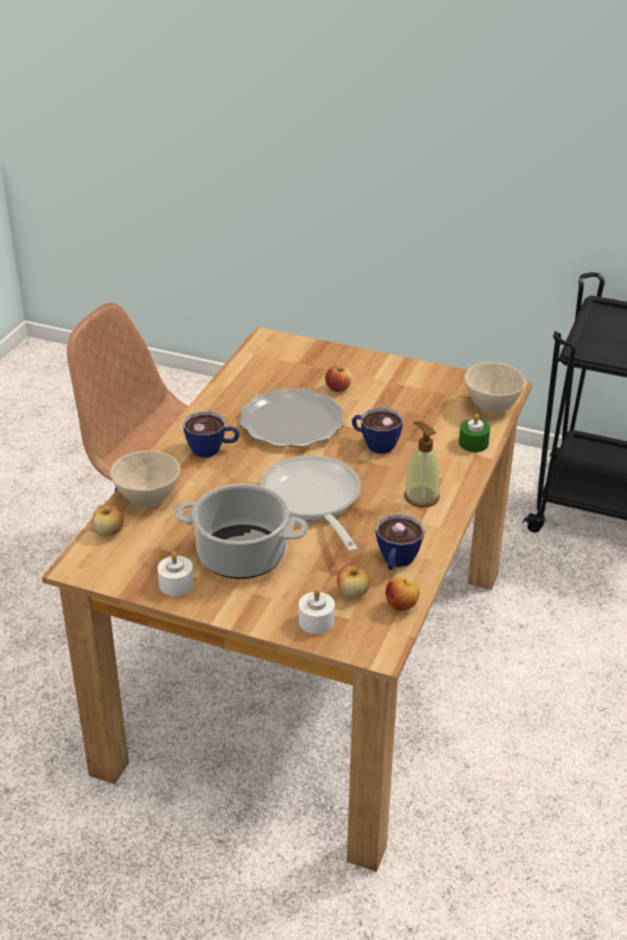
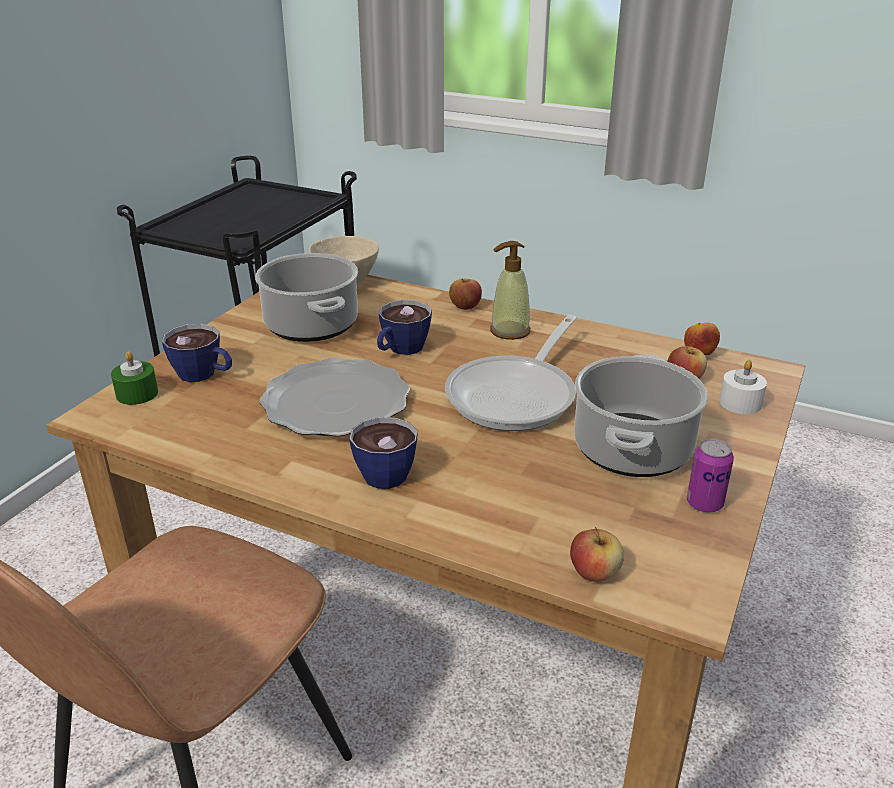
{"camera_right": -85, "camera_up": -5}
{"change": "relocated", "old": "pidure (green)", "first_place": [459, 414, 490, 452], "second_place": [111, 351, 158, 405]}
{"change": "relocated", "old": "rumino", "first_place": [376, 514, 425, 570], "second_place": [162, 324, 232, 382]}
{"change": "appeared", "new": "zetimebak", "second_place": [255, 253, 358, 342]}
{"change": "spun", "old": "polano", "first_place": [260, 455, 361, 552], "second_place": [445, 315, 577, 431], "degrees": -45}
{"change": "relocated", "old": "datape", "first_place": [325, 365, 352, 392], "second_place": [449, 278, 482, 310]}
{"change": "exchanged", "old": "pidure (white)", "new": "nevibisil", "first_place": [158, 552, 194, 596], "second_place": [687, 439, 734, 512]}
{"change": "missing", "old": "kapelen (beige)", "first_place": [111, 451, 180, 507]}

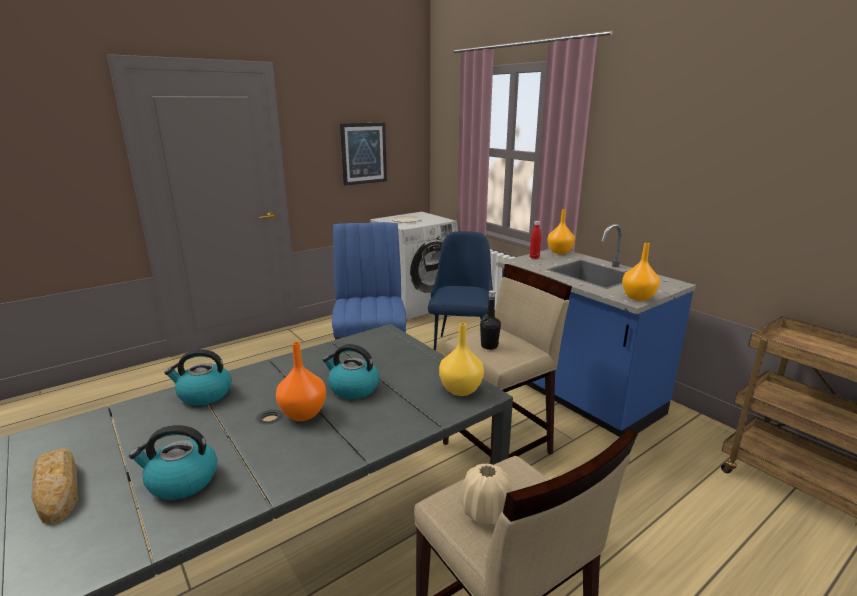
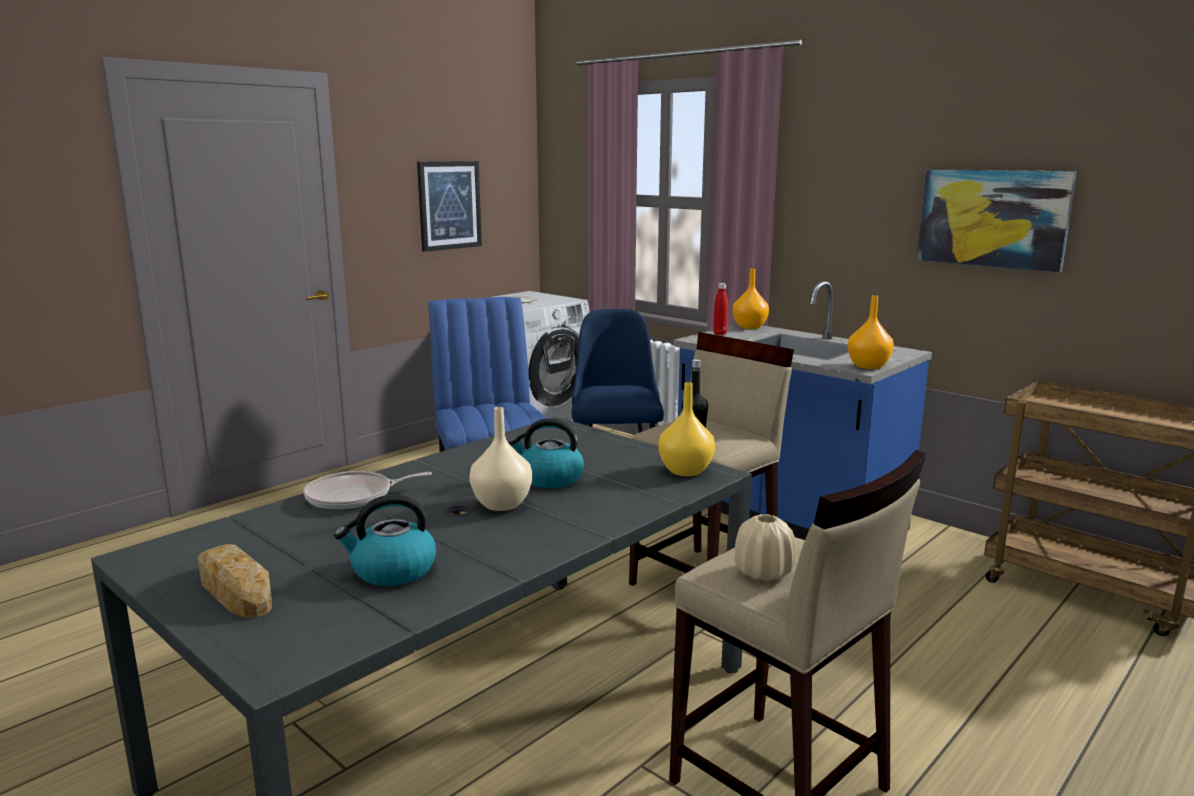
{"camera_right": -10, "camera_up": -5}
{"change": "exchanged", "old": "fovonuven", "new": "polano", "first_place": [164, 349, 231, 405], "second_place": [304, 471, 432, 510]}
{"change": "colour", "old": "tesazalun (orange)", "new": "tesazalun (beige)", "first_place": [276, 342, 326, 421], "second_place": [469, 407, 532, 511]}
{"change": "appeared", "new": "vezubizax", "second_place": [917, 169, 1077, 273]}

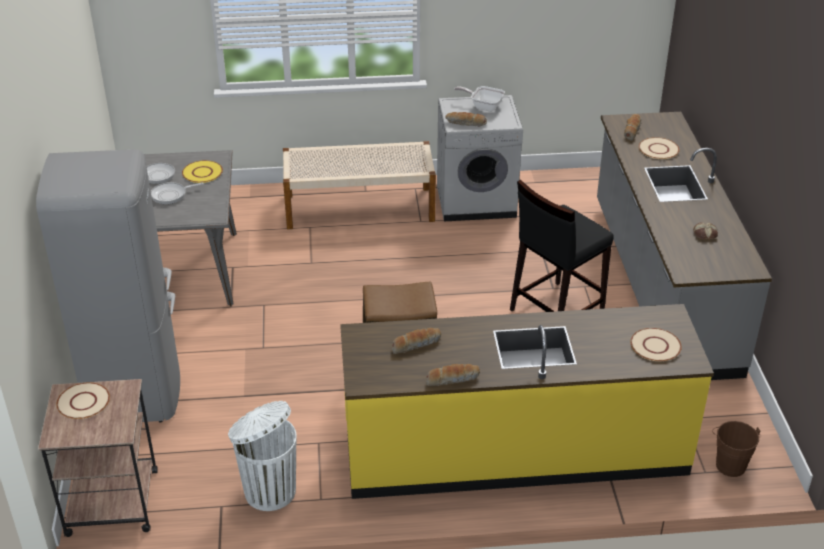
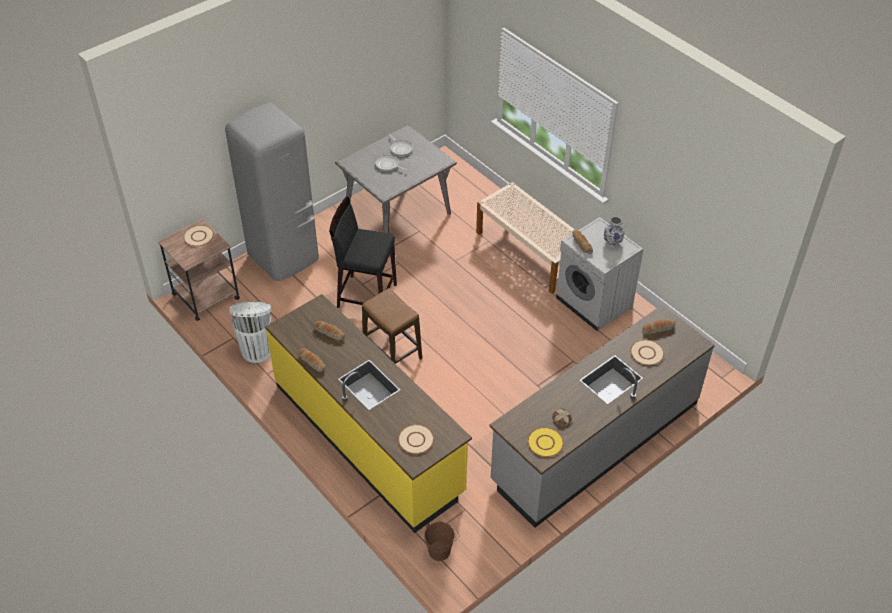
{"camera_right": 55, "camera_up": 10}
{"change": "relocated", "old": "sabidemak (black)", "first_place": [510, 180, 614, 312], "second_place": [329, 197, 397, 308]}
{"change": "relocated", "old": "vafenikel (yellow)", "first_place": [182, 160, 223, 183], "second_place": [527, 427, 564, 457]}
{"change": "exchanged", "old": "polano", "new": "tesazalun", "first_place": [454, 86, 505, 112], "second_place": [604, 217, 624, 247]}

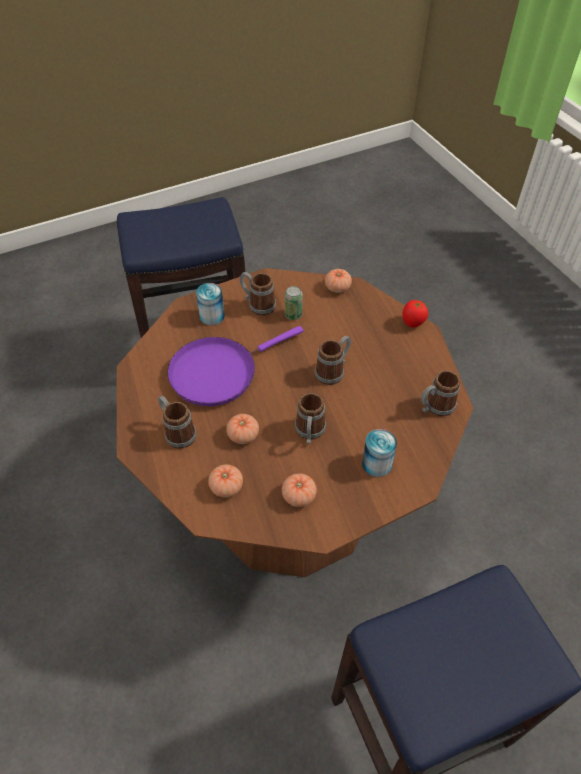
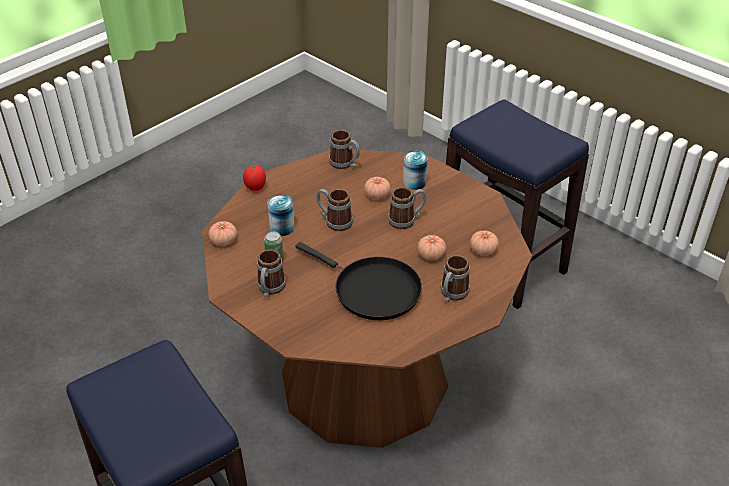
{"camera_right": -110, "camera_up": -10}
{"change": "relocated", "old": "nevibisil", "first_place": [196, 283, 225, 325], "second_place": [267, 194, 295, 236]}
{"change": "colour", "old": "polano (purple)", "new": "polano (black)", "first_place": [167, 326, 304, 406], "second_place": [295, 242, 422, 320]}
{"change": "relocated", "old": "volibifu", "first_place": [282, 473, 317, 507], "second_place": [364, 177, 391, 200]}

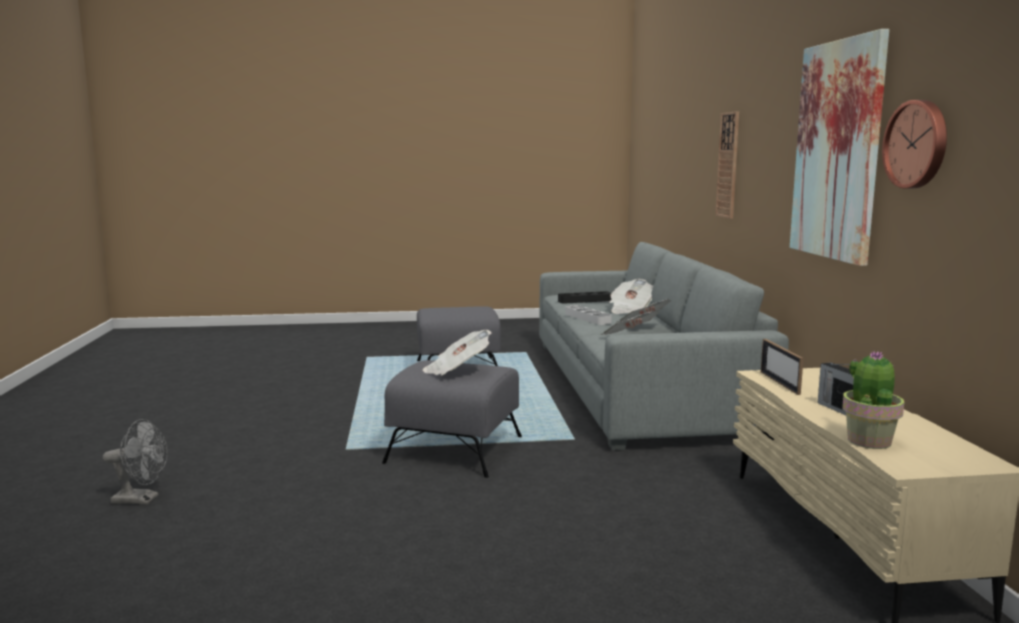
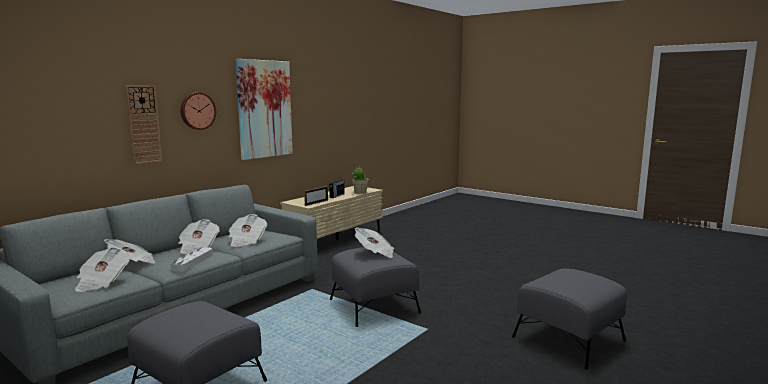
{"camera_right": -135, "camera_up": 0}
{"change": "exchanged", "old": "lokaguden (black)", "new": "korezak", "first_place": [558, 291, 611, 304], "second_place": [75, 247, 130, 292]}
{"change": "relocated", "old": "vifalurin", "first_place": [882, 100, 947, 188], "second_place": [180, 92, 216, 130]}
{"change": "exchanged", "old": "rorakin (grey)", "new": "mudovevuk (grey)", "first_place": [103, 419, 168, 504], "second_place": [512, 268, 627, 370]}

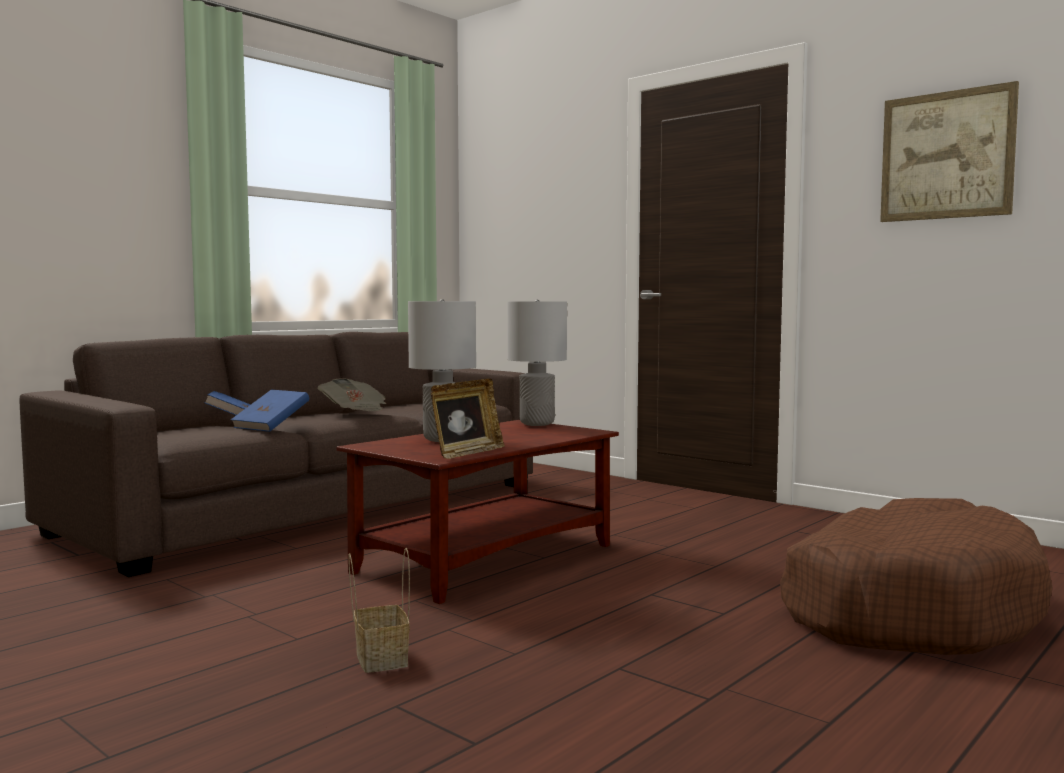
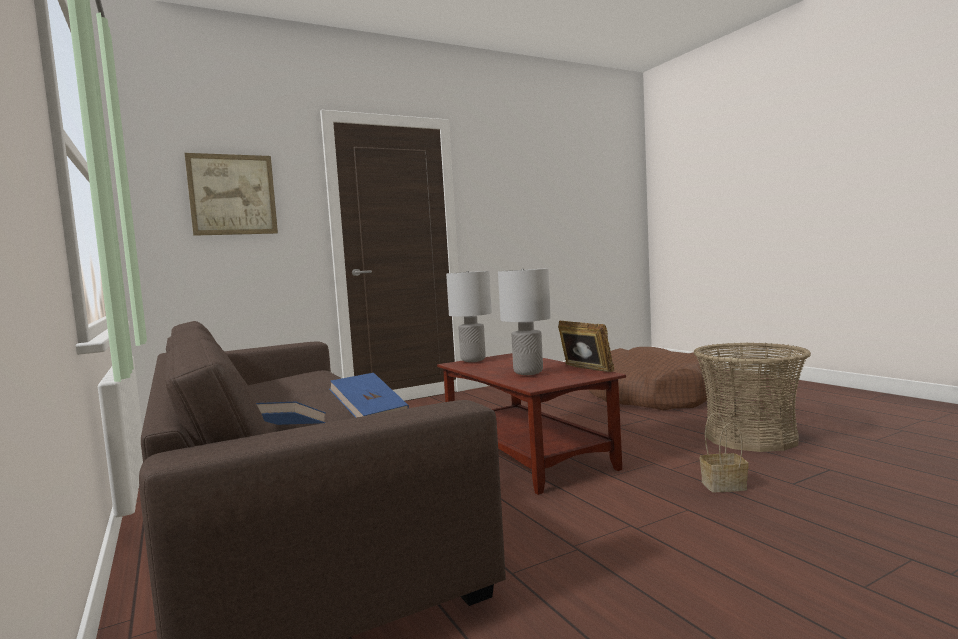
{"camera_right": -70, "camera_up": 0}
{"change": "relocated", "old": "vezubizax", "first_place": [880, 81, 1019, 222], "second_place": [185, 153, 278, 236]}
{"change": "appeared", "new": "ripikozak", "second_place": [694, 342, 811, 452]}
{"change": "missing", "old": "korezak", "first_place": [318, 378, 386, 411]}

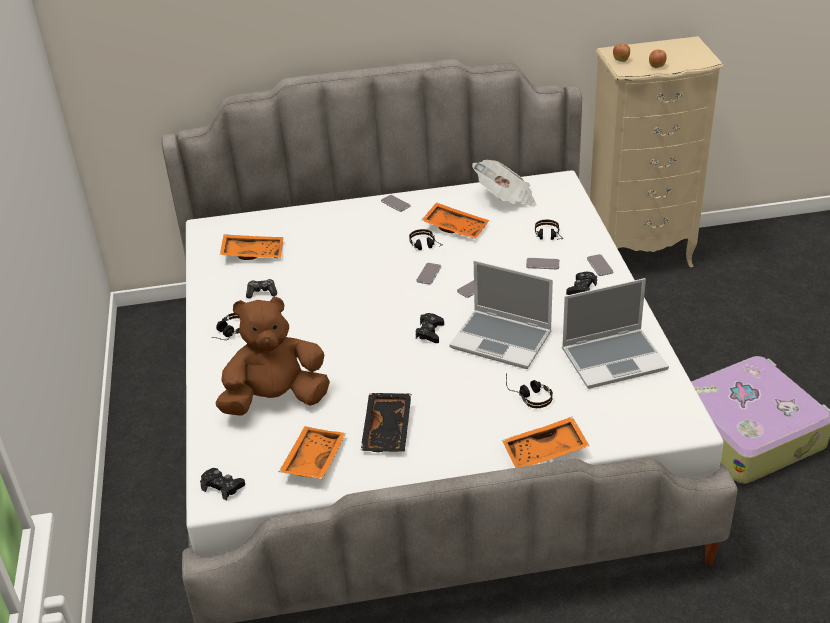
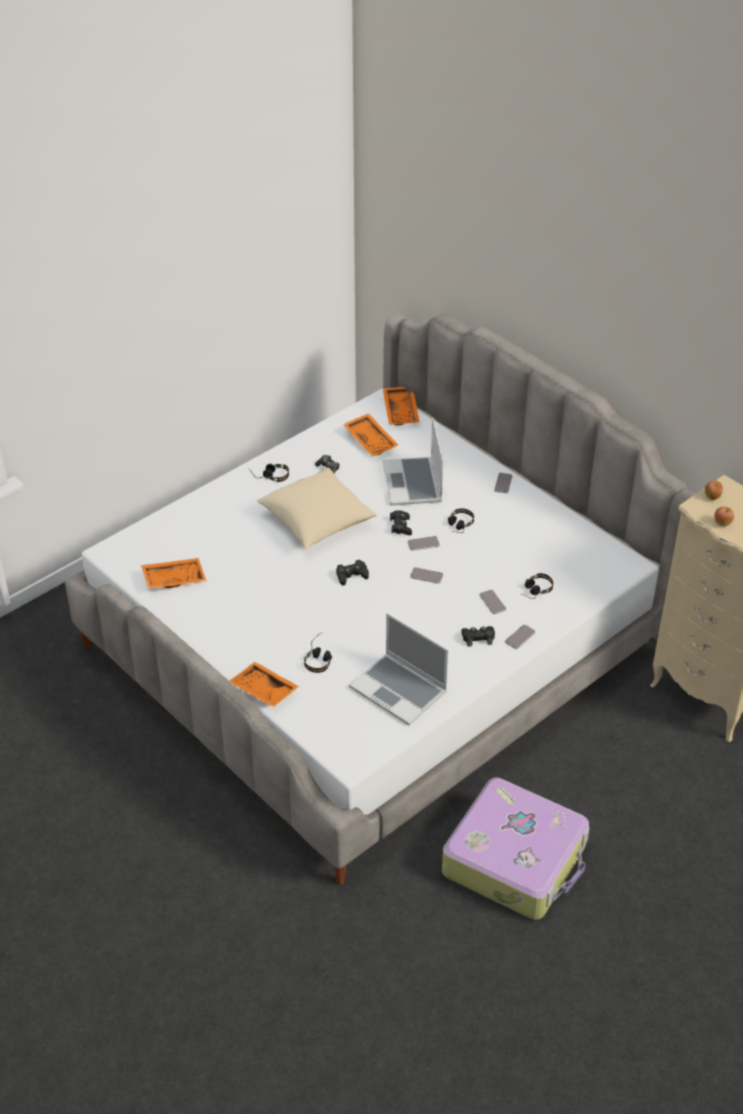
{"camera_right": 55, "camera_up": 5}
{"change": "appeared", "new": "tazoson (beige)", "second_place": [257, 467, 377, 549]}
{"change": "relocated", "old": "lokaguden (orange)", "first_place": [422, 202, 489, 239], "second_place": [383, 387, 420, 425]}
{"change": "relocated", "old": "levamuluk", "first_place": [449, 260, 553, 369], "second_place": [383, 418, 444, 506]}
{"change": "relocated", "old": "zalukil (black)", "first_place": [200, 468, 245, 500], "second_place": [390, 510, 412, 535]}
{"change": "missing", "old": "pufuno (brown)", "first_place": [215, 297, 330, 416]}
{"change": "missing", "old": "lokaguden (black)", "first_place": [360, 393, 411, 452]}
{"change": "missing", "old": "korezak", "first_place": [472, 160, 536, 206]}

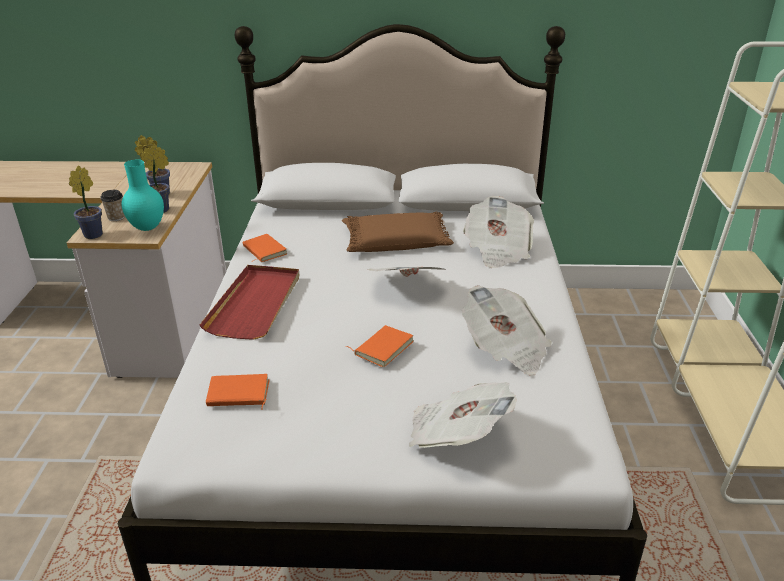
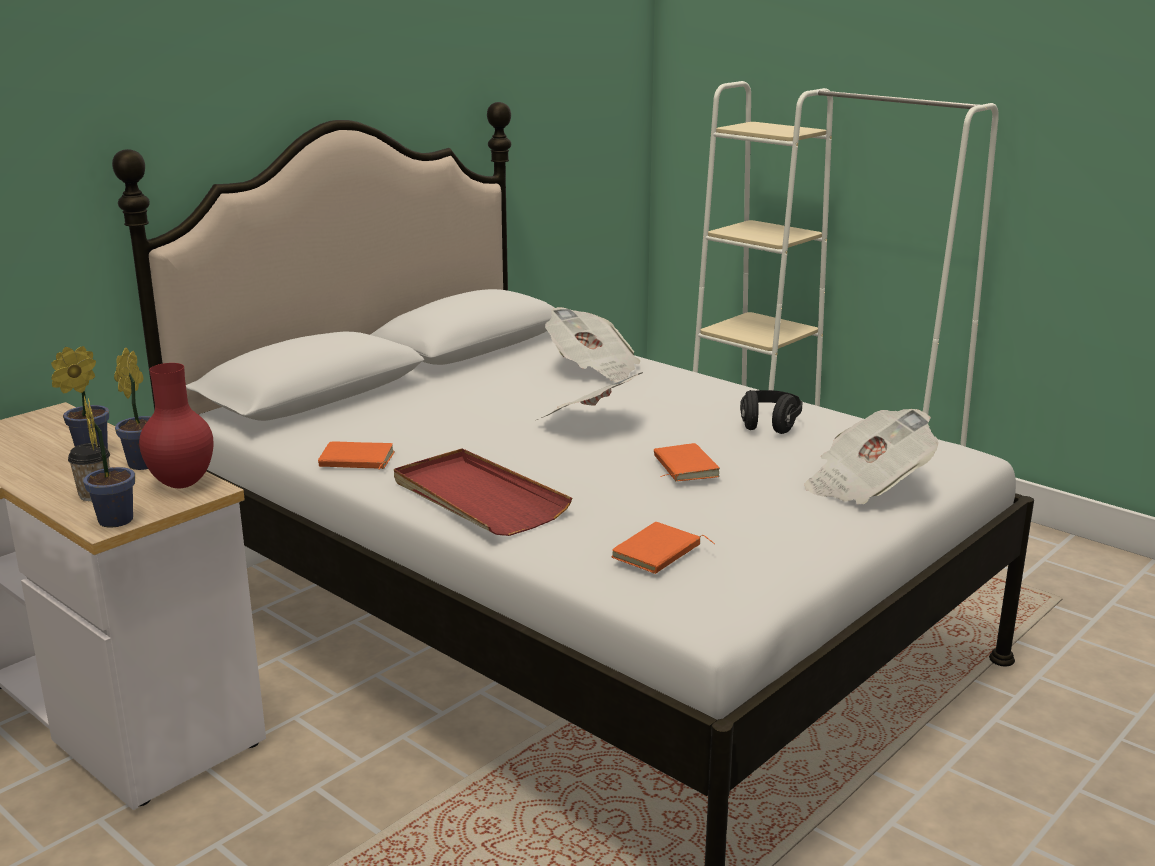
{"camera_right": -50, "camera_up": -10}
{"change": "colour", "old": "tesazalun (turquoise)", "new": "tesazalun (red)", "first_place": [121, 160, 164, 231], "second_place": [139, 363, 213, 488]}
{"change": "exchanged", "old": "korezak", "new": "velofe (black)", "first_place": [462, 285, 552, 375], "second_place": [740, 390, 802, 434]}
{"change": "missing", "old": "tazoson (brown)", "first_place": [342, 211, 454, 252]}

